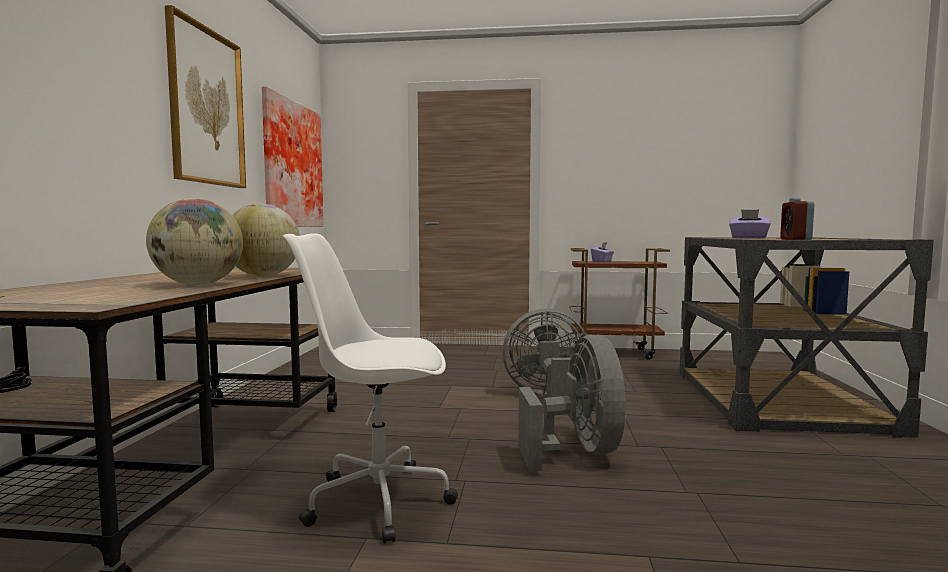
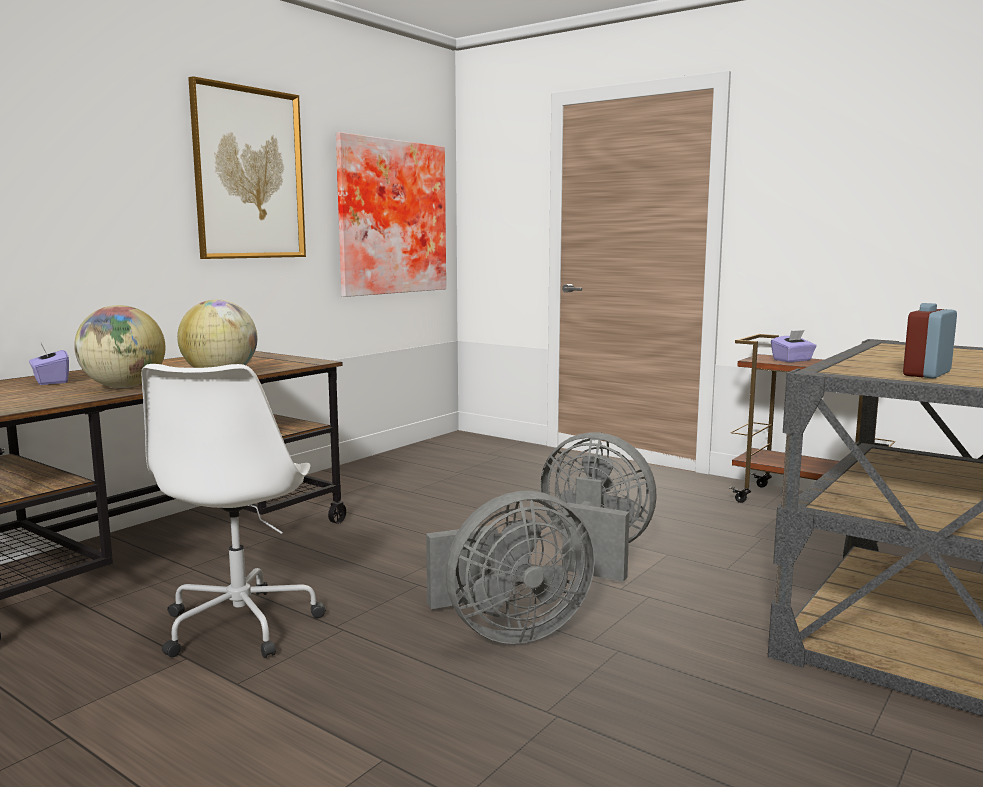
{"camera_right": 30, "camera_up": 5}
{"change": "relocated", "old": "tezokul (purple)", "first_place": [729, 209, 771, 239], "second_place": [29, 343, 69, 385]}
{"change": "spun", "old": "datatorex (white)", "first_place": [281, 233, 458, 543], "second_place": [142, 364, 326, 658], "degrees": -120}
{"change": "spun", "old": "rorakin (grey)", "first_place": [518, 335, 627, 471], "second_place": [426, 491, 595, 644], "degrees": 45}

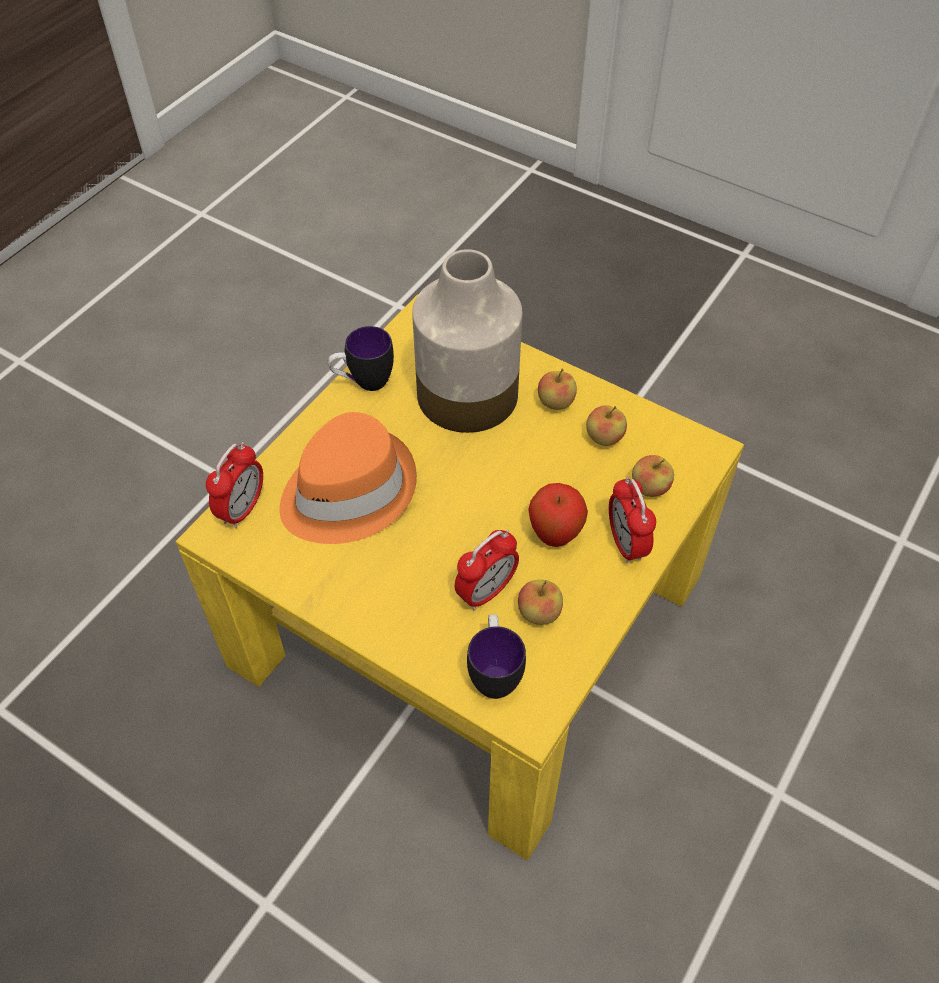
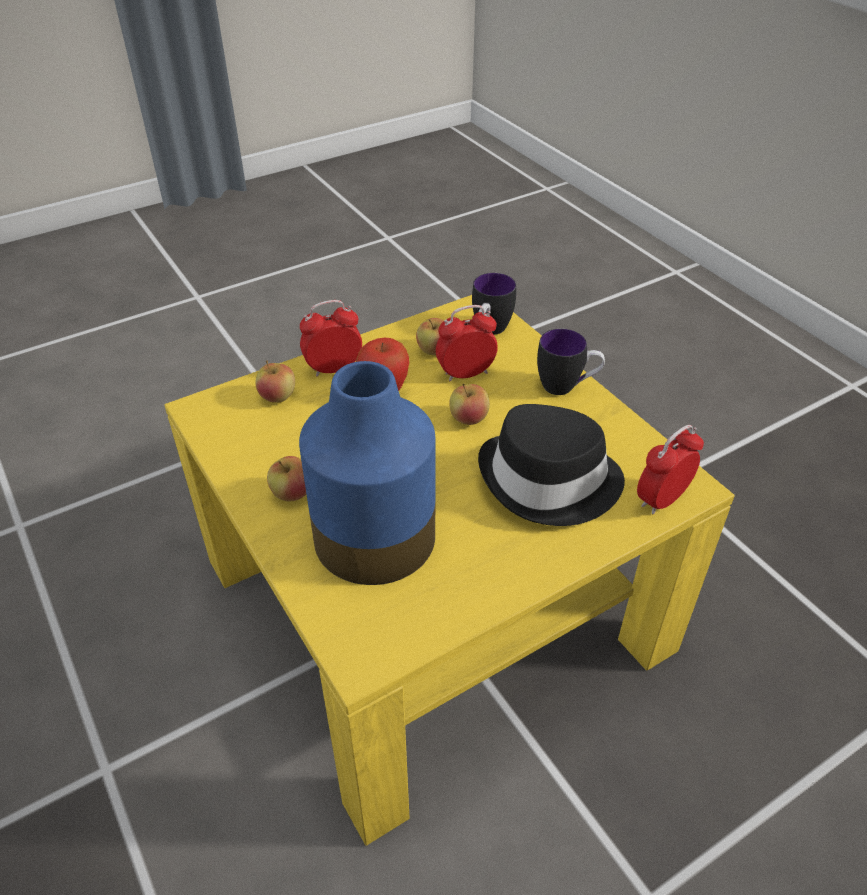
{"camera_right": -155, "camera_up": -10}
{"change": "colour", "old": "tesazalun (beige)", "new": "tesazalun (blue)", "first_place": [412, 249, 522, 433], "second_place": [299, 361, 436, 585]}
{"change": "spun", "old": "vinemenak", "first_place": [609, 476, 656, 564], "second_place": [300, 300, 362, 377], "degrees": -120}
{"change": "relocated", "old": "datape", "first_place": [586, 405, 627, 446], "second_place": [449, 384, 490, 425]}
{"change": "colour", "old": "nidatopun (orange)", "new": "nidatopun (black)", "first_place": [280, 412, 417, 544], "second_place": [478, 404, 625, 526]}
{"change": "relocated", "old": "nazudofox", "first_place": [328, 326, 394, 391], "second_place": [537, 329, 605, 395]}

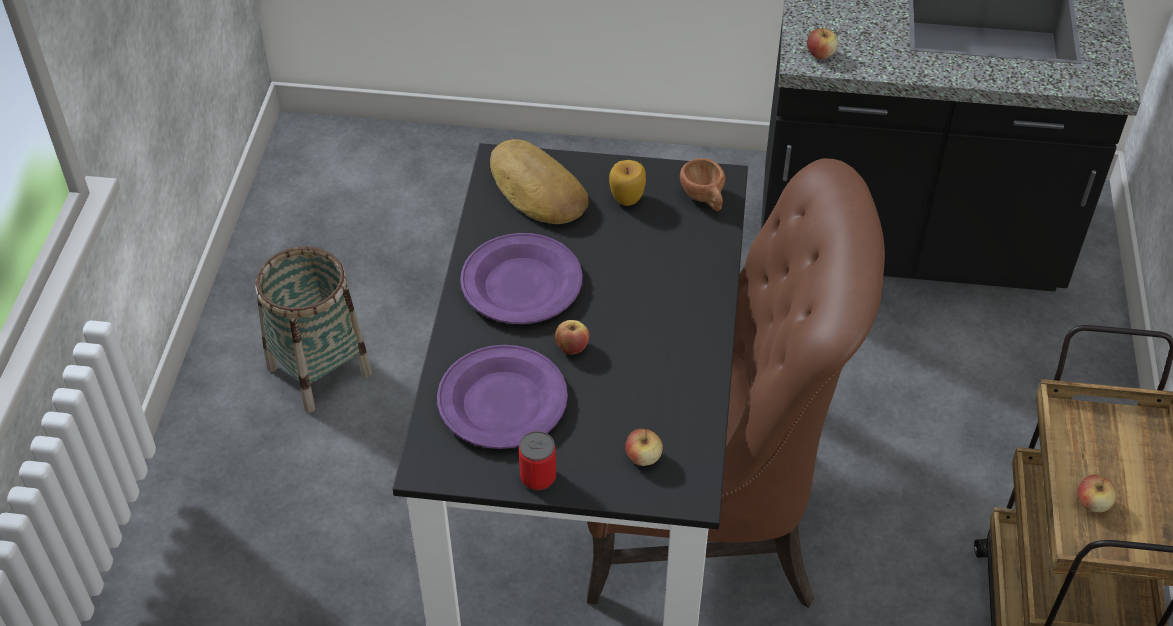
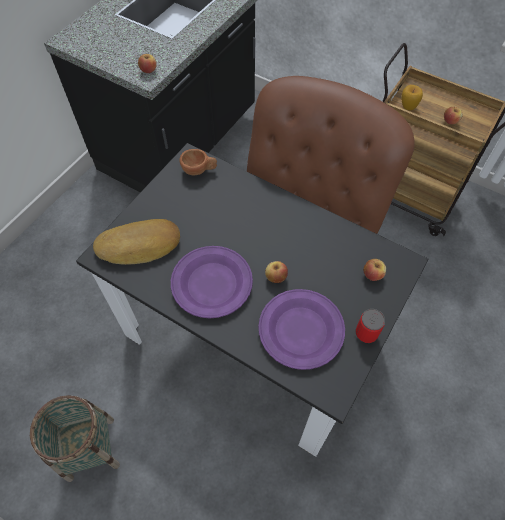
{"camera_right": -65, "camera_up": 10}
{"change": "relocated", "old": "datape", "first_place": [609, 160, 646, 206], "second_place": [401, 85, 423, 111]}

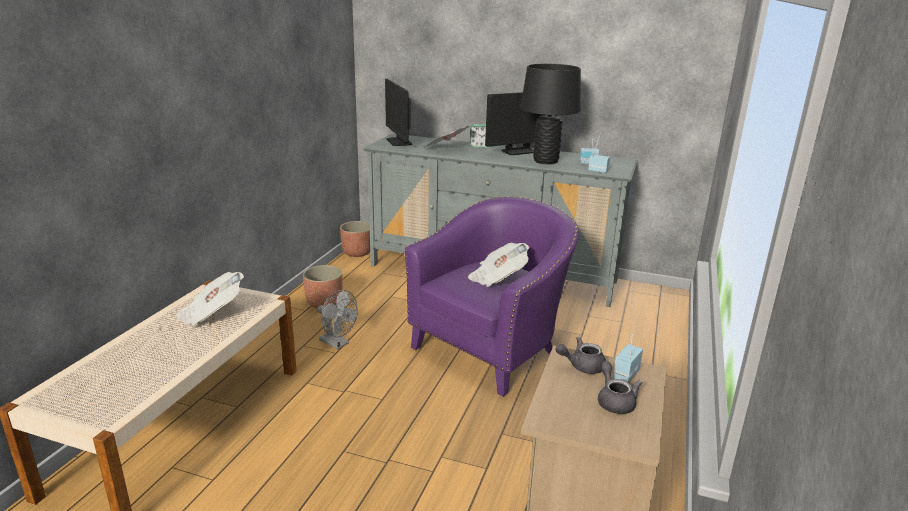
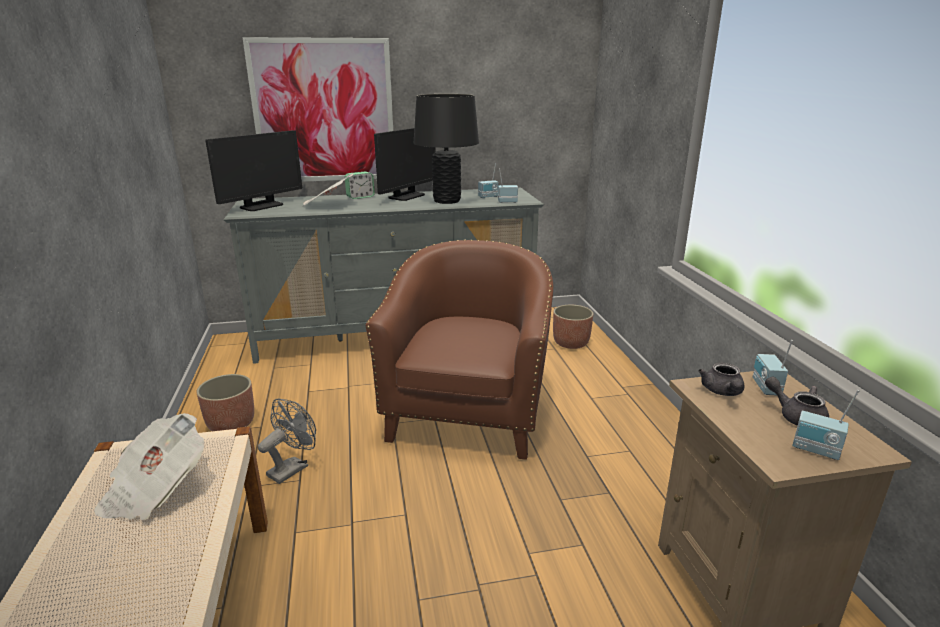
{"camera_right": -30, "camera_up": 0}
{"change": "spun", "old": "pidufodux", "first_place": [385, 79, 412, 146], "second_place": [205, 130, 302, 211], "degrees": -90}
{"change": "appeared", "new": "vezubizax", "second_place": [242, 37, 393, 182]}
{"change": "spun", "old": "rorakin (grey)", "first_place": [317, 290, 358, 349], "second_place": [258, 398, 316, 484], "degrees": -60}
{"change": "colour", "old": "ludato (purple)", "new": "ludato (brown)", "first_place": [405, 196, 579, 397], "second_place": [366, 240, 553, 460]}
{"change": "relocated", "old": "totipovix", "first_place": [340, 221, 370, 257], "second_place": [553, 305, 594, 349]}
{"change": "spun", "old": "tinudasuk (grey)", "first_place": [556, 337, 606, 374], "second_place": [698, 363, 745, 396], "degrees": -45}
{"change": "appeared", "new": "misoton", "second_place": [793, 390, 859, 460]}
{"change": "missing", "old": "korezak", "first_place": [468, 243, 530, 287]}

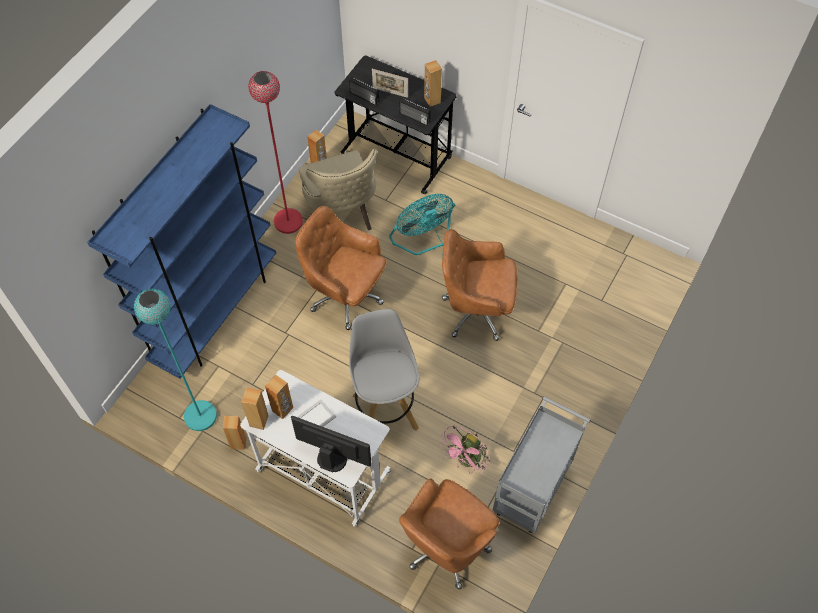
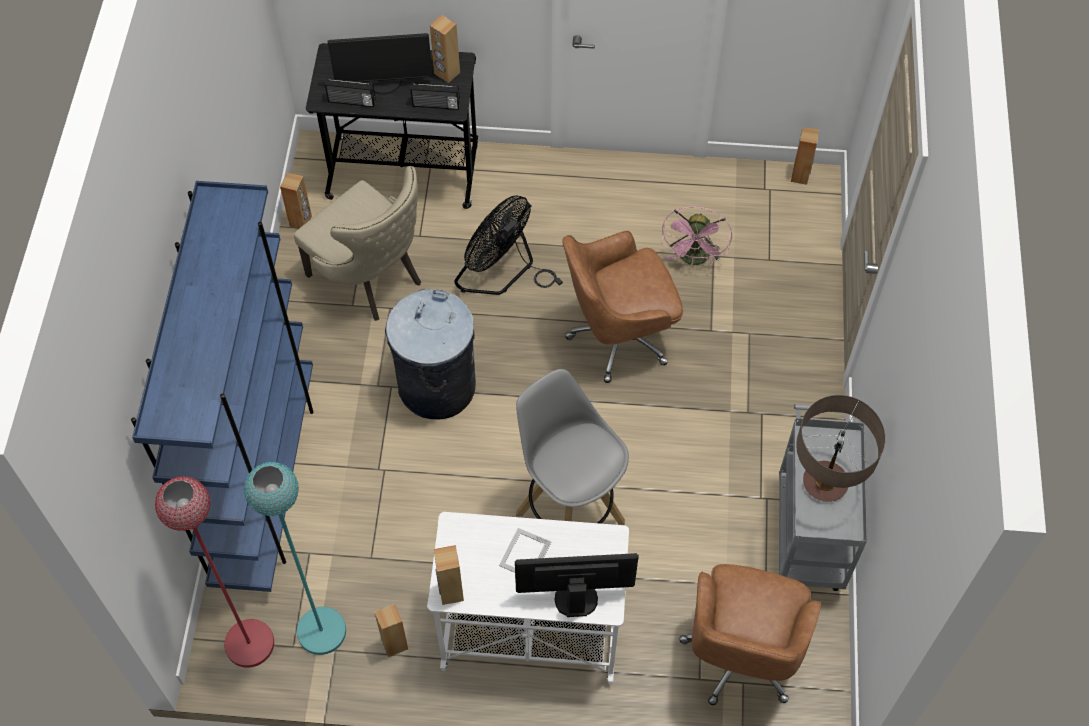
{"camera_right": -25, "camera_up": 0}
{"change": "relocated", "old": "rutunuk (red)", "first_place": [248, 71, 303, 234], "second_place": [155, 476, 274, 668]}
{"change": "exchanged", "old": "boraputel", "new": "pidufodux", "first_place": [372, 69, 408, 98], "second_place": [328, 33, 433, 95]}
{"change": "exchanged", "old": "datatorex (brown)", "new": "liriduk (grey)", "first_place": [295, 206, 387, 330], "second_place": [385, 289, 476, 419]}
{"change": "colour", "old": "rorakin (turquoise)", "new": "rorakin (black)", "first_place": [389, 194, 456, 257], "second_place": [454, 196, 563, 295]}
{"change": "relocated", "old": "rorakin (pink)", "first_place": [439, 425, 490, 474], "second_place": [662, 206, 732, 265]}
{"change": "relocated", "old": "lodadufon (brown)", "first_place": [265, 375, 293, 419], "second_place": [791, 127, 819, 185]}
{"change": "appeared", "new": "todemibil", "second_place": [796, 395, 885, 502]}

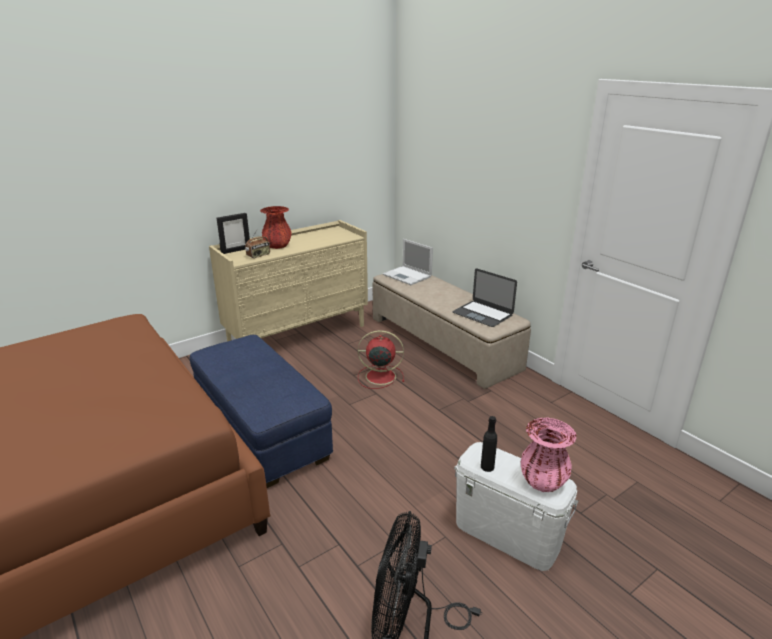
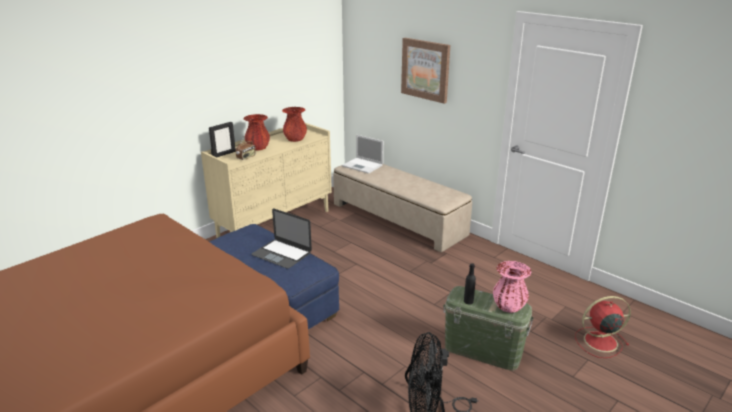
{"camera_right": -10, "camera_up": 0}
{"change": "relocated", "old": "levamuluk", "first_place": [452, 268, 517, 327], "second_place": [252, 209, 312, 269]}
{"change": "appeared", "new": "tesazalun (red)", "second_place": [282, 107, 307, 142]}
{"change": "appeared", "new": "vezubizax", "second_place": [401, 38, 450, 104]}
{"change": "colour", "old": "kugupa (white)", "new": "kugupa (green)", "first_place": [454, 442, 579, 571], "second_place": [443, 286, 534, 371]}
{"change": "relocated", "old": "rorakin (red)", "first_place": [358, 330, 404, 389], "second_place": [575, 296, 631, 358]}

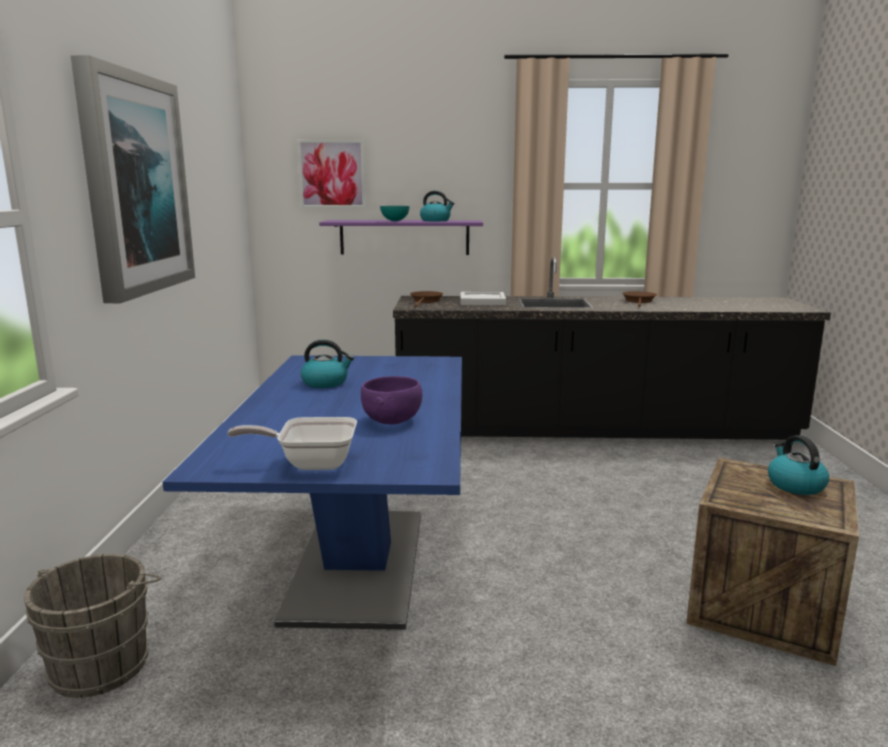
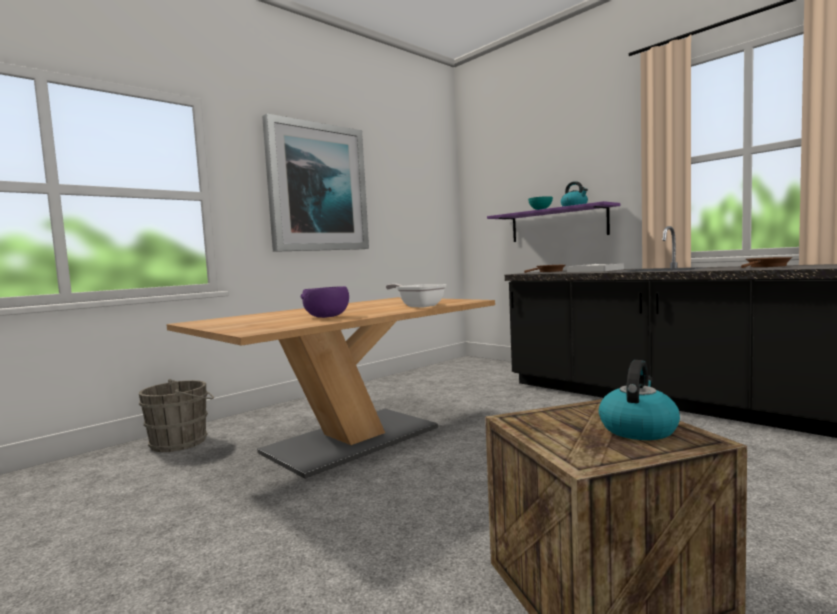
{"camera_right": 45, "camera_up": -10}
{"change": "colour", "old": "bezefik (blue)", "new": "bezefik (brown)", "first_place": [163, 355, 462, 630], "second_place": [166, 297, 495, 479]}
{"change": "relocated", "old": "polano", "first_place": [228, 417, 357, 470], "second_place": [386, 284, 447, 308]}
{"change": "missing", "old": "vezubizax", "first_place": [297, 140, 366, 208]}
{"change": "missing", "old": "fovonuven", "first_place": [301, 340, 354, 388]}

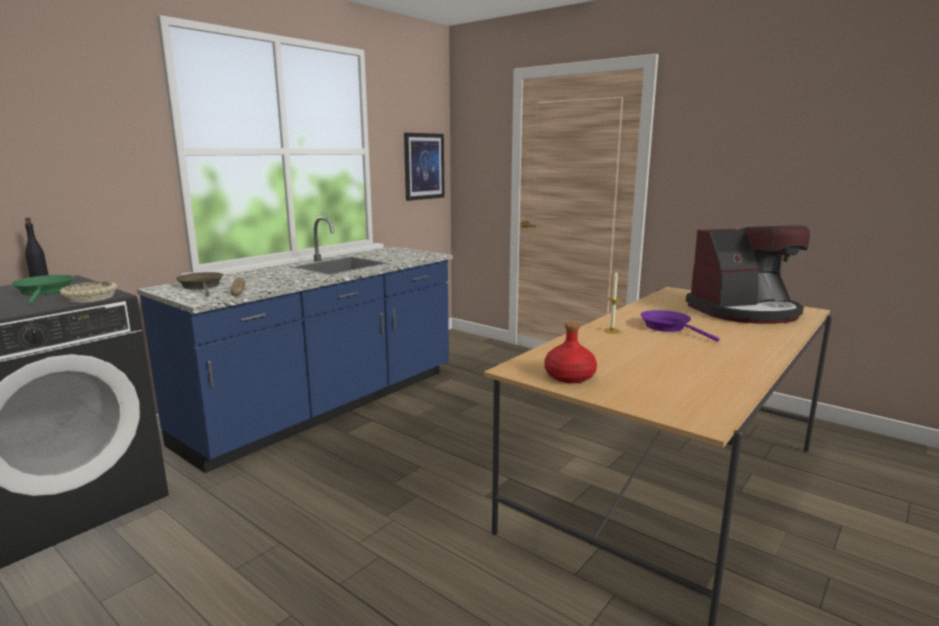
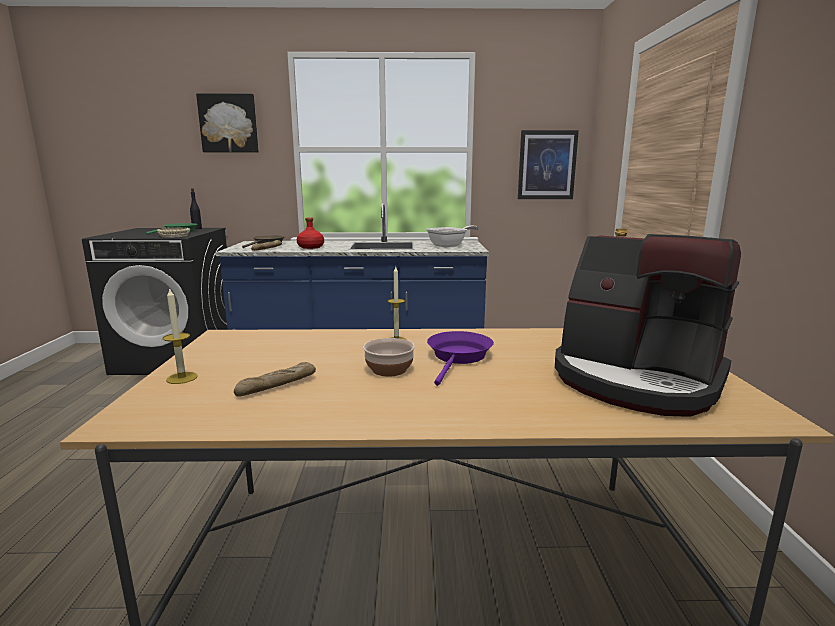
{"camera_right": 50, "camera_up": 0}
{"change": "appeared", "new": "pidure", "second_place": [162, 287, 198, 384]}
{"change": "appeared", "new": "vezubizax", "second_place": [196, 93, 259, 153]}
{"change": "appeared", "new": "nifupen", "second_place": [234, 362, 316, 397]}
{"change": "relocated", "old": "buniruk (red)", "first_place": [544, 322, 597, 383], "second_place": [297, 217, 324, 249]}
{"change": "appeared", "new": "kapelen", "second_place": [363, 338, 415, 377]}
{"change": "appeared", "new": "polano", "second_place": [426, 226, 479, 248]}

